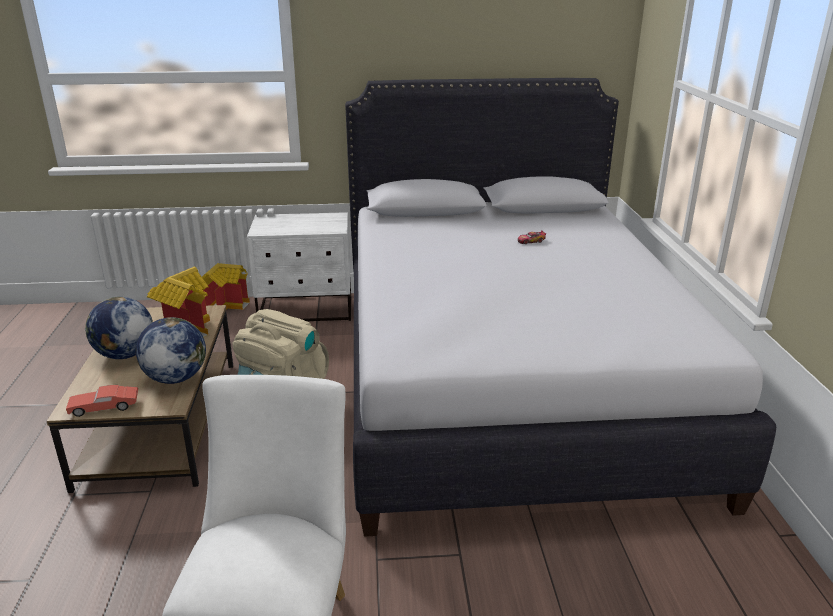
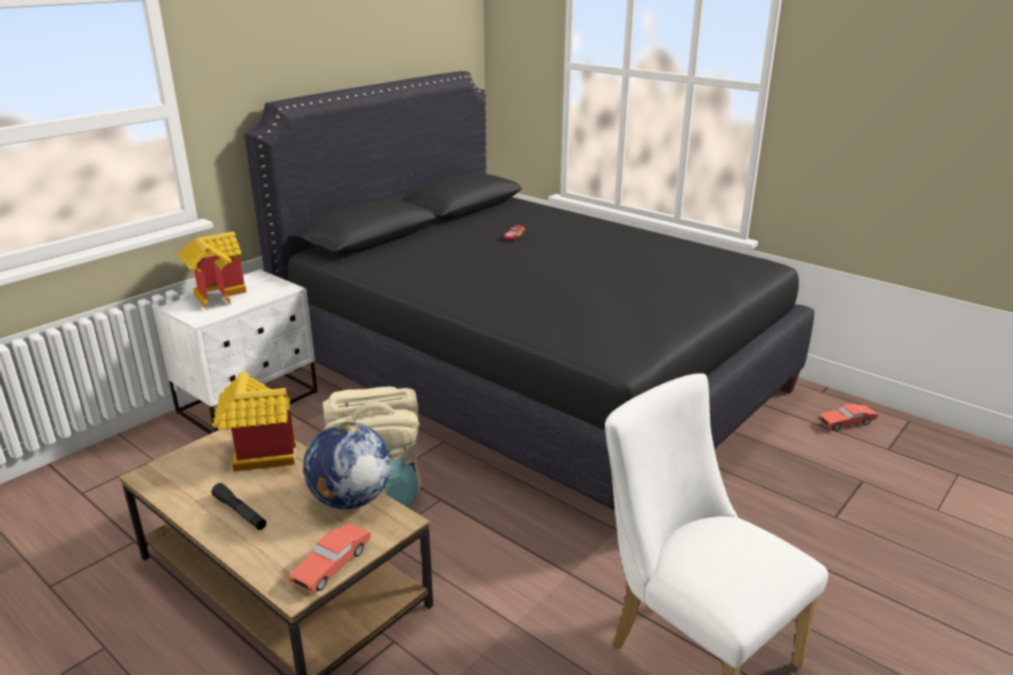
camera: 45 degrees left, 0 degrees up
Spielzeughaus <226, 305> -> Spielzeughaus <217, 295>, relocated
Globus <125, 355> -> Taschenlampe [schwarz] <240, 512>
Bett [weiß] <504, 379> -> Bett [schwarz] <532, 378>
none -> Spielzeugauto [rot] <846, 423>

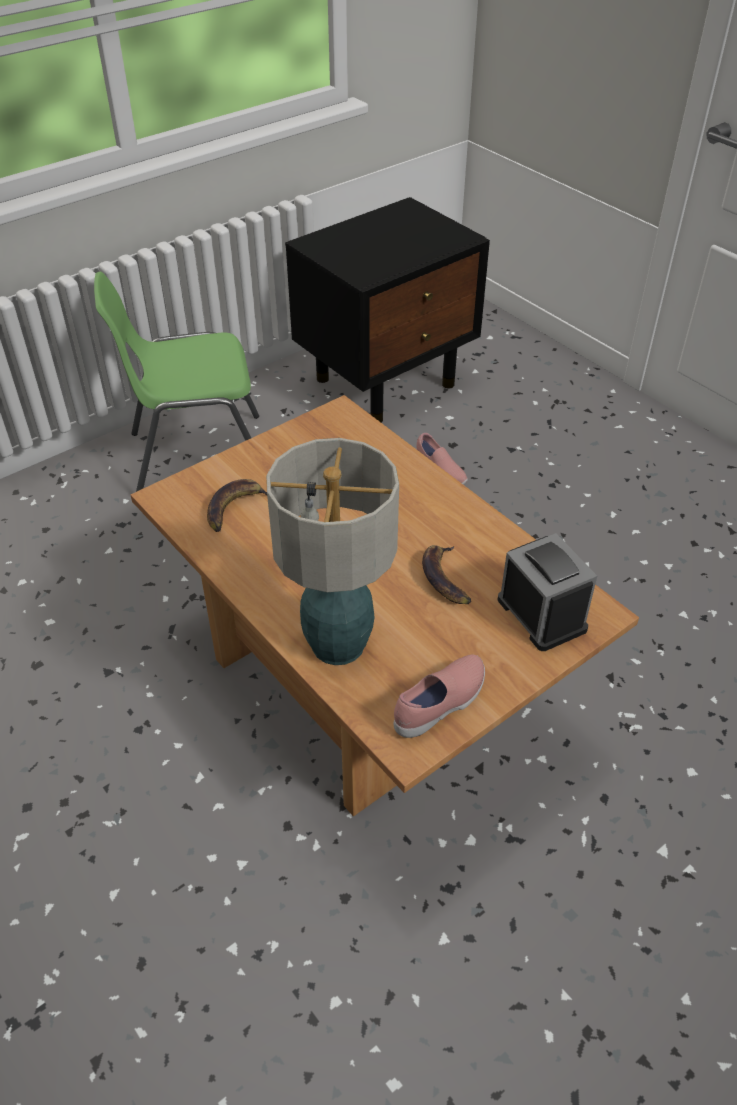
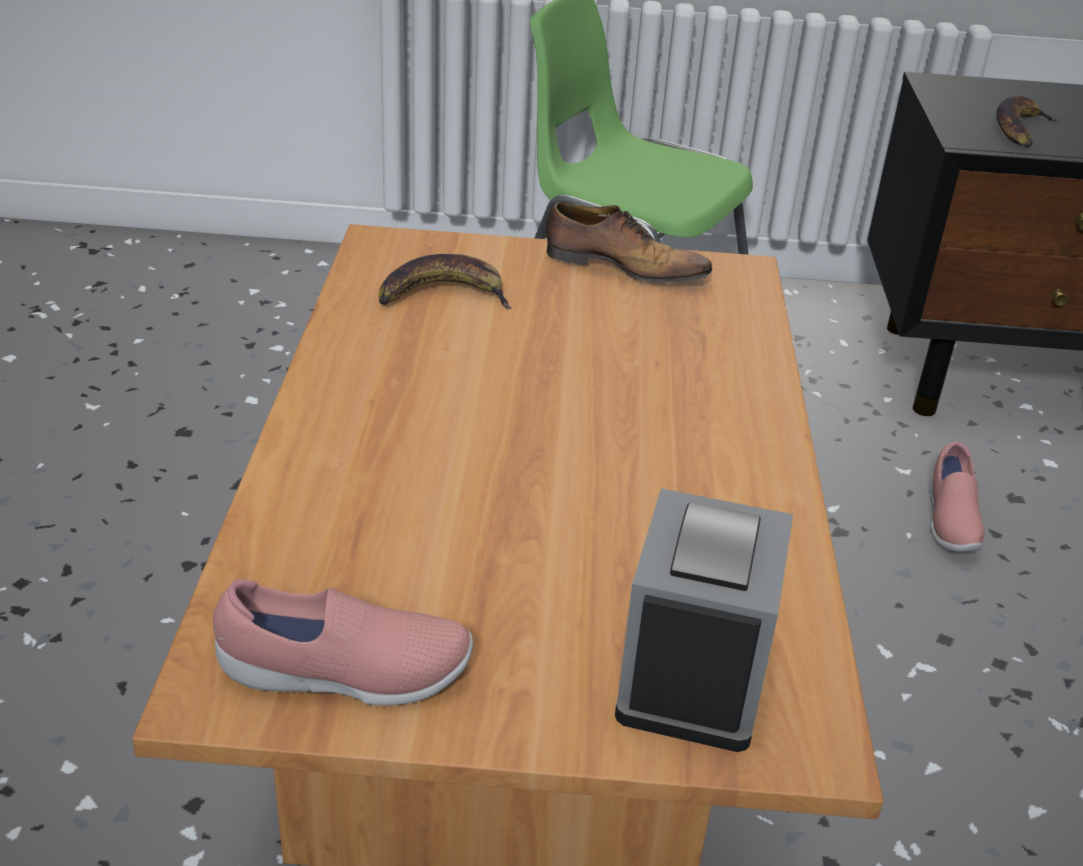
camera: 40 degrees right, 10 degrees down
none -> Schuh <622, 267>
Banane <444, 578> -> Banane <1020, 130>, relocated
Tischlampe <337, 645> -> none

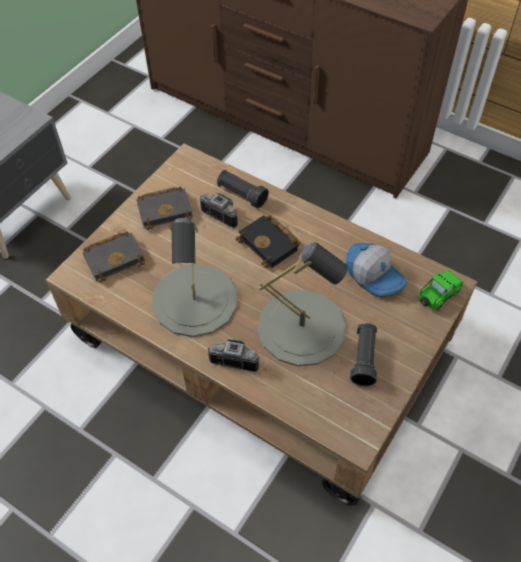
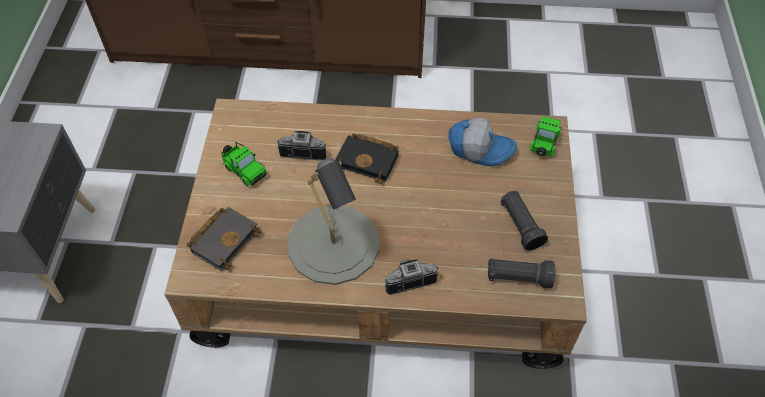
camera: 30 degrees left, 0 degrees up
Buch [schwarz] <166, 209> -> Spielzeugauto <244, 170>
Taschenlampe [schwarz] <241, 194> -> Taschenlampe [schwarz] <518, 278>, relocated
Tischlampe [grau] <302, 327> -> none

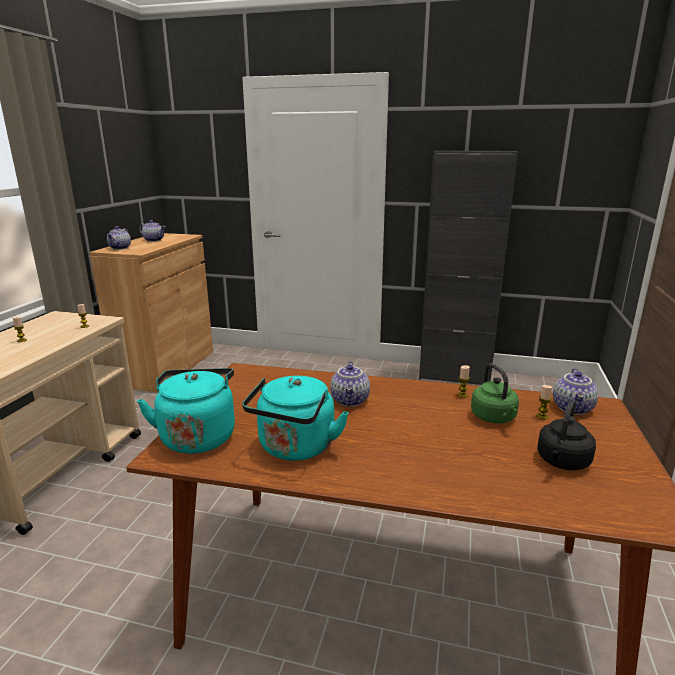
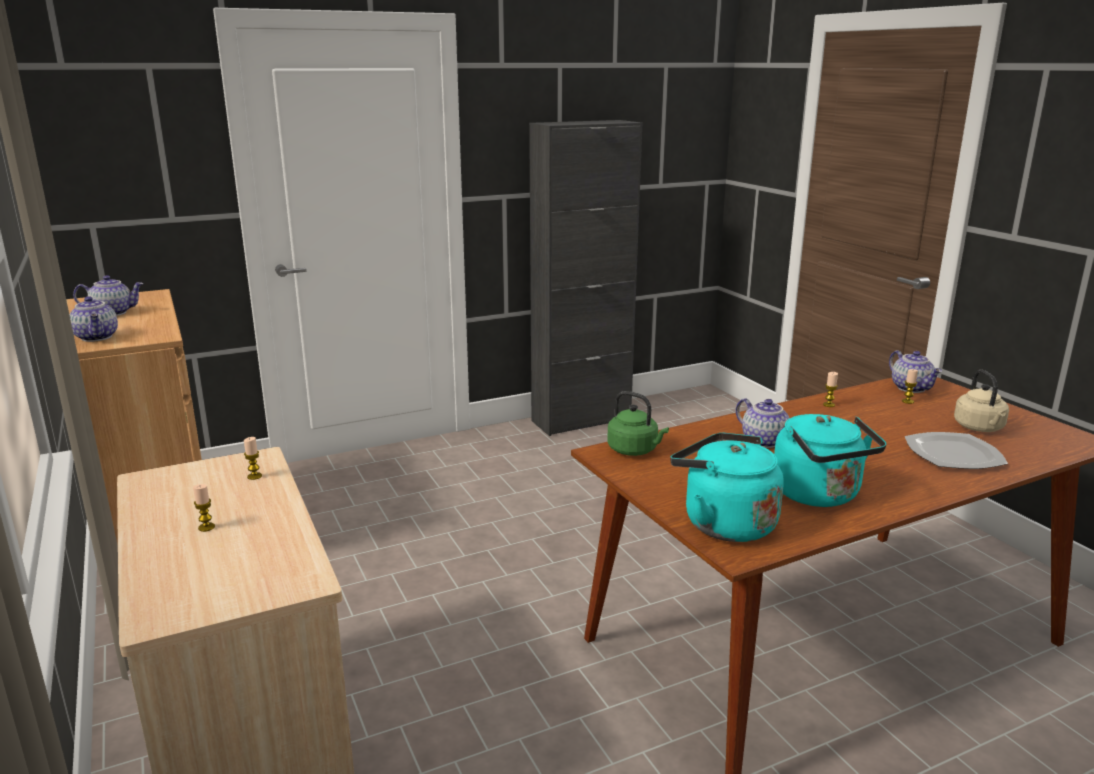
camera: 40 degrees left, 0 degrees up
Wasserkessel [grün] <494, 418> -> Wasserkessel [grün] <635, 450>, relocated
none -> Teller <954, 454>
Wasserkessel [schwarz] <562, 462> -> Wasserkessel [beige] <980, 428>

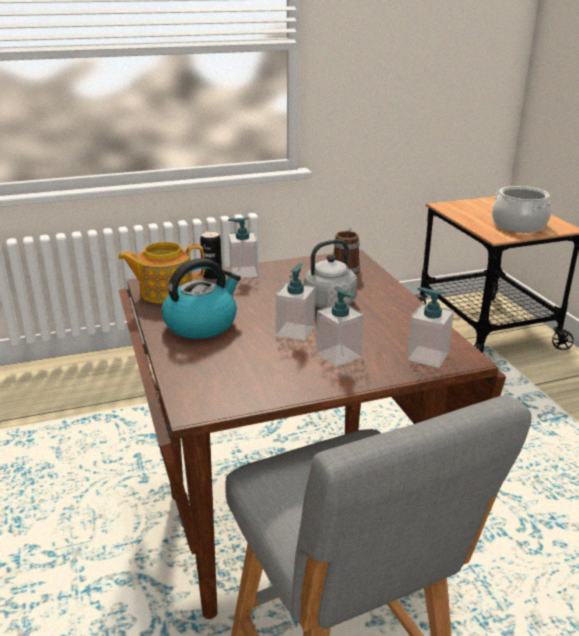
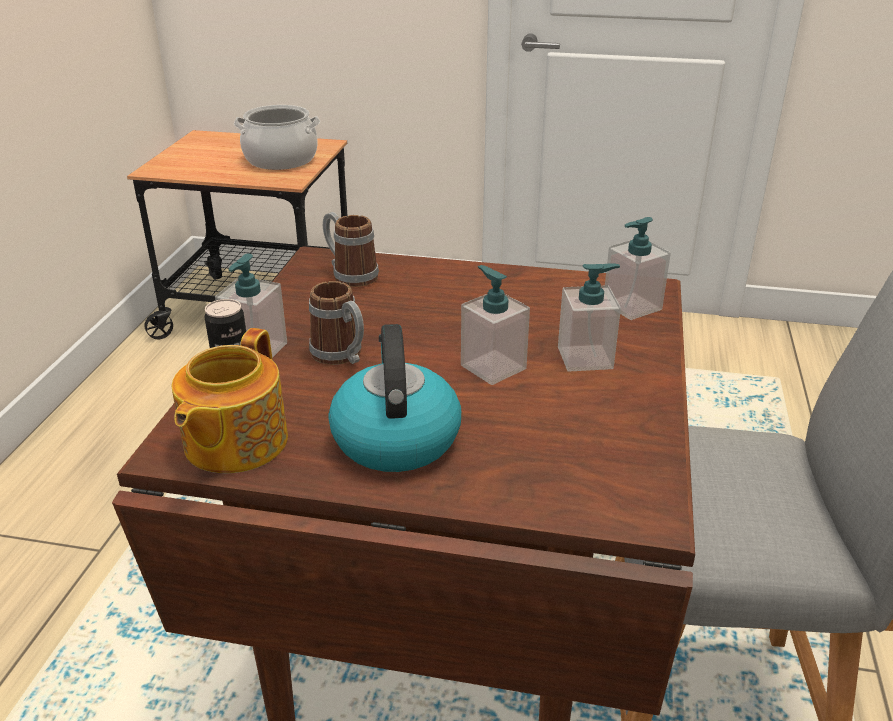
camera: 60 degrees left, 5 degrees up
none -> Henkelbecher <342, 356>
Wasserkessel [grau] <326, 303> -> none

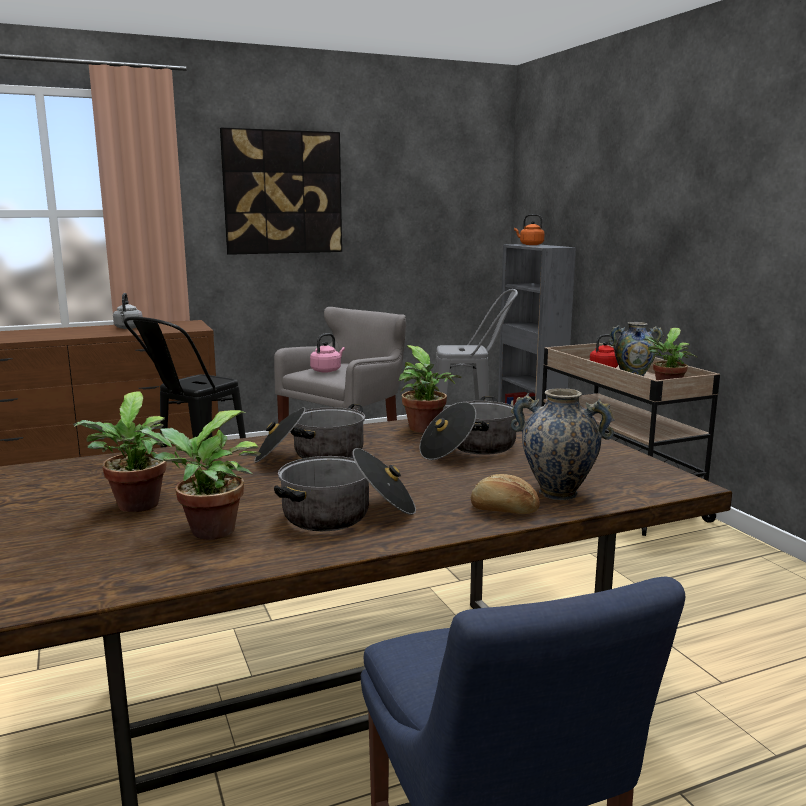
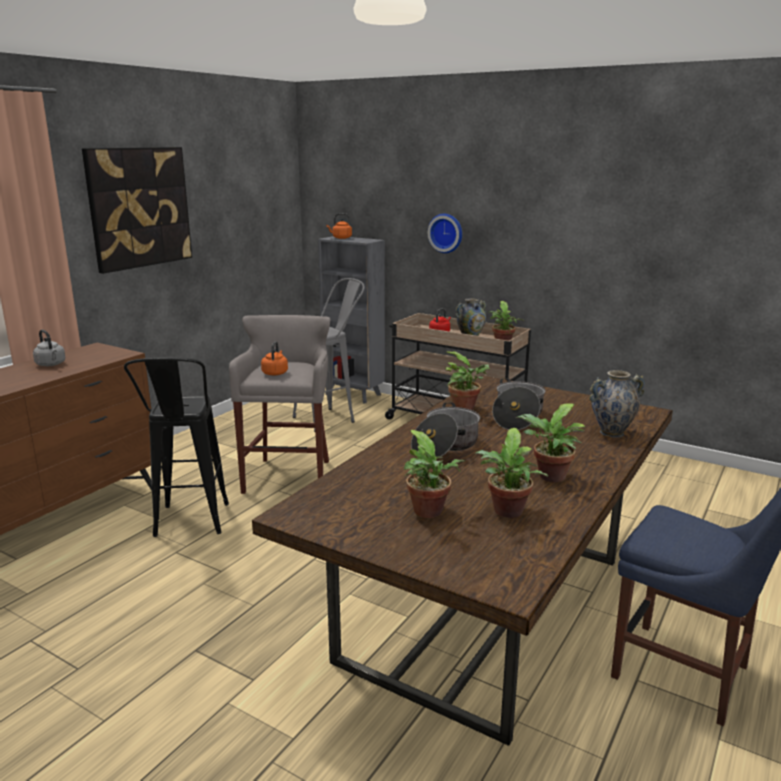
camera: 35 degrees left, 5 degrees up
Wasserkessel [rosa] <327, 370> -> Wasserkessel [orange] <275, 373>
none -> Wanduhr <446, 233>
Kochtopf <347, 514> -> Topfpflanze <549, 477>
Brot <504, 511> -> none

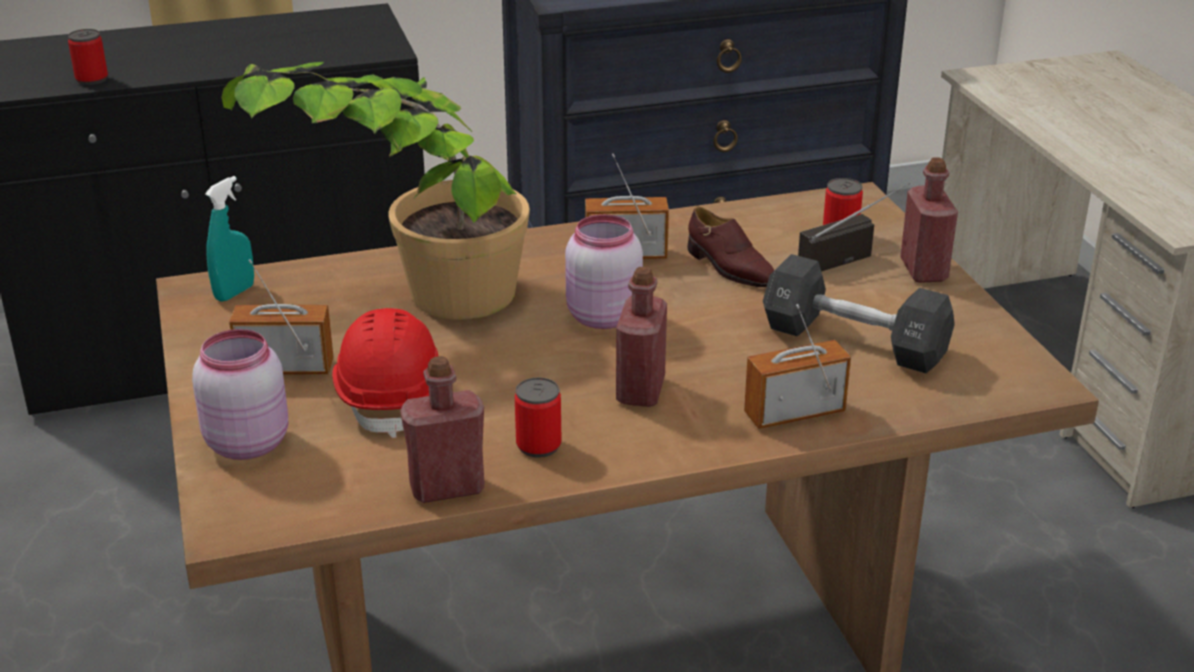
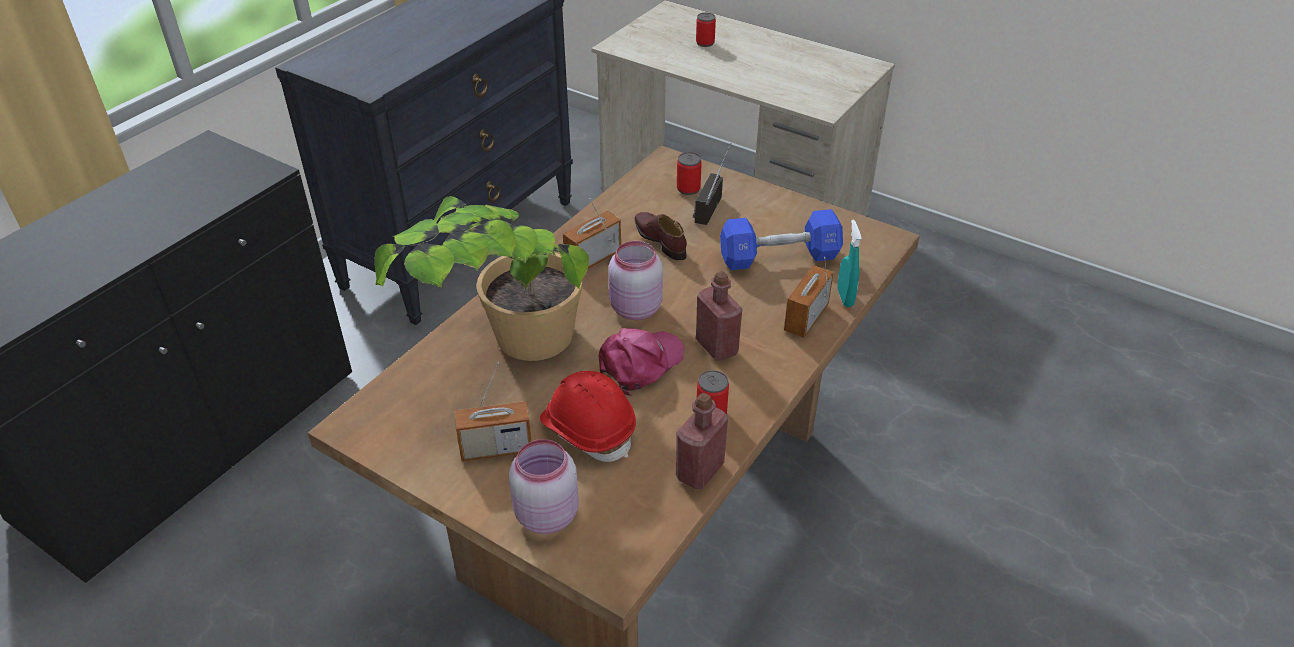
camera: 40 degrees left, 10 degrees up
Radio <286, 368> -> Radio <496, 448>, 150 degrees counterclockwise
none -> Kappe [rosa] <639, 364>
Schuh [braun] <729, 268> -> Schuh [braun] <660, 240>, 135 degrees counterclockwise
Dose <92, 79> -> Dose <705, 43>, relocated
Hantel [schwarz] <854, 341> -> Hantel [blau] <779, 257>
Sprühflasche [türkis] <234, 293> -> Sprühflasche [türkis] <845, 297>, relocated
Flasche [rot] <923, 270> -> none

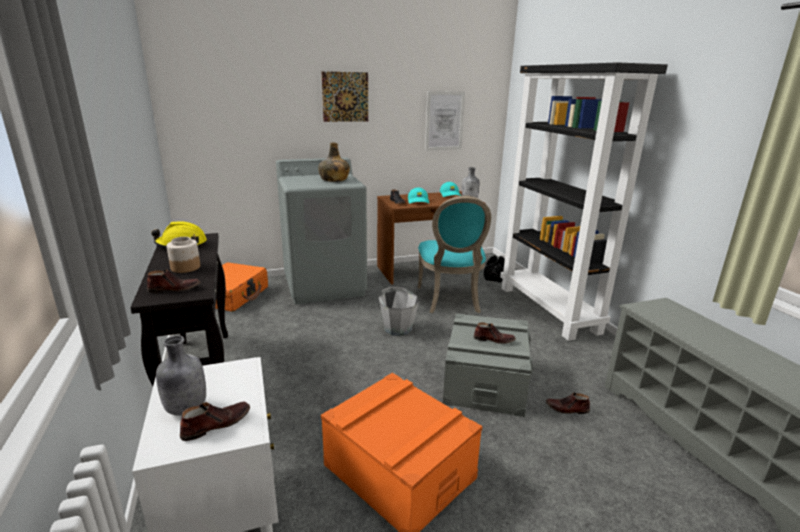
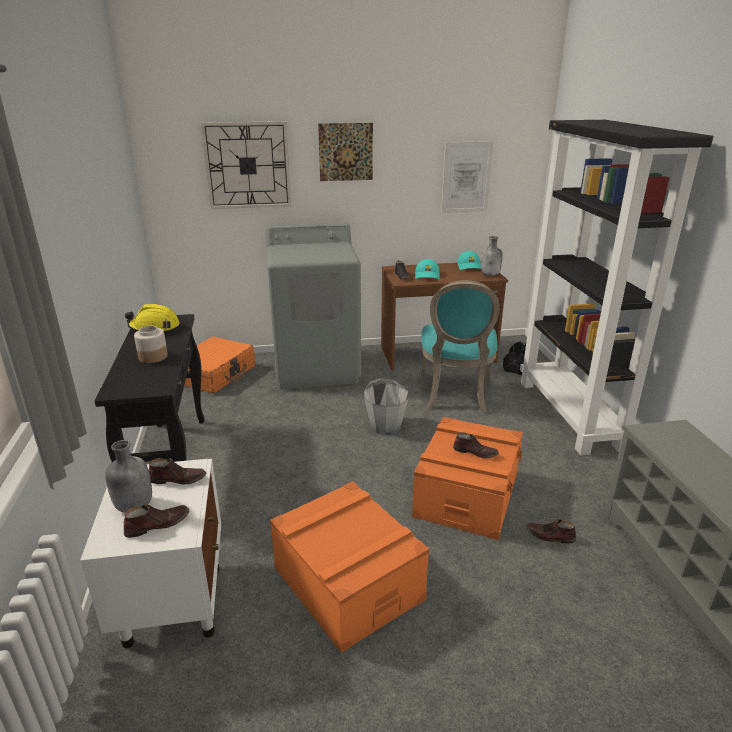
camera: 10 degrees right, 5 degrees up
Schuh [braun] <174, 289> -> Schuh [braun] <178, 479>, relocated
none -> Wanduhr <247, 165>
Aufbewahrungsbox [grau] <485, 381> -> Aufbewahrungsbox [orange] <466, 495>
Flasche [grün] <334, 180> -> none

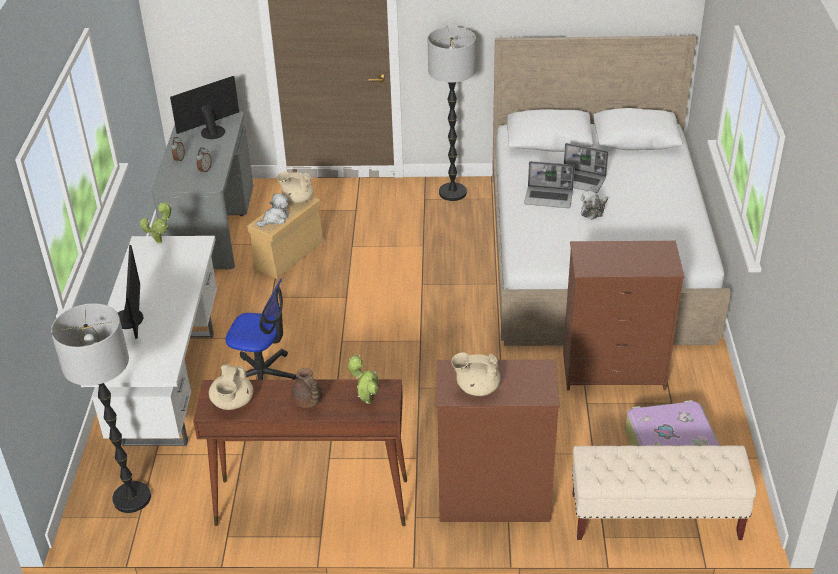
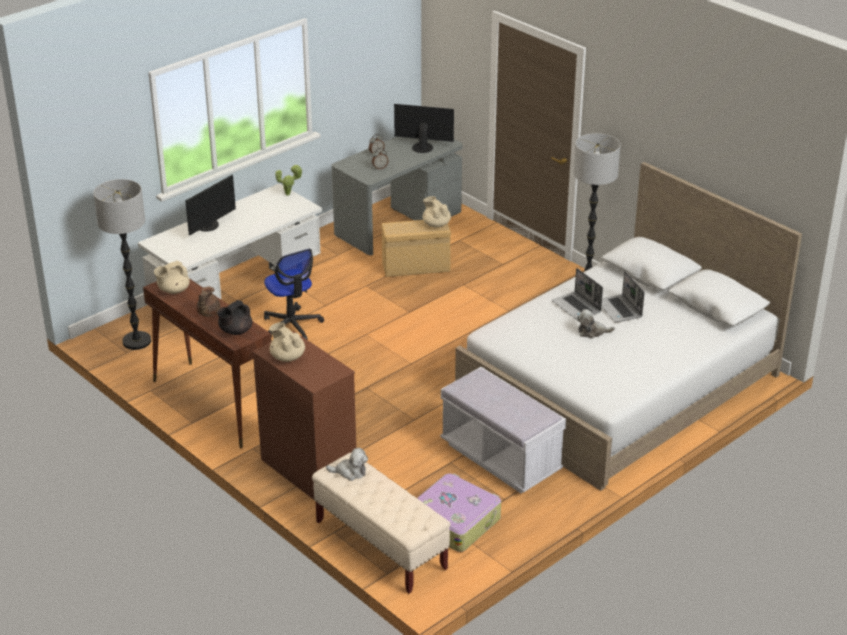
camera: 45 degrees right, 5 degrees down
Topfpflanze <366, 400> -> Teekanne [schwarz] <235, 331>
Plüschtier <275, 219> -> Plüschtier <350, 472>, relocated
Kommode [braun] <614, 371> -> Bank [weiß] <500, 458>

